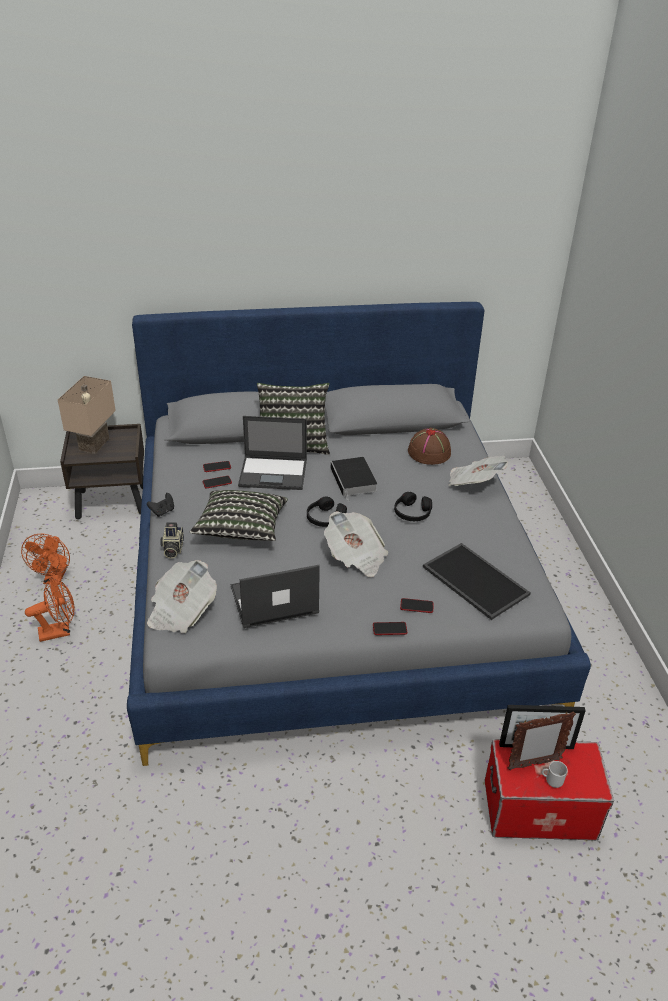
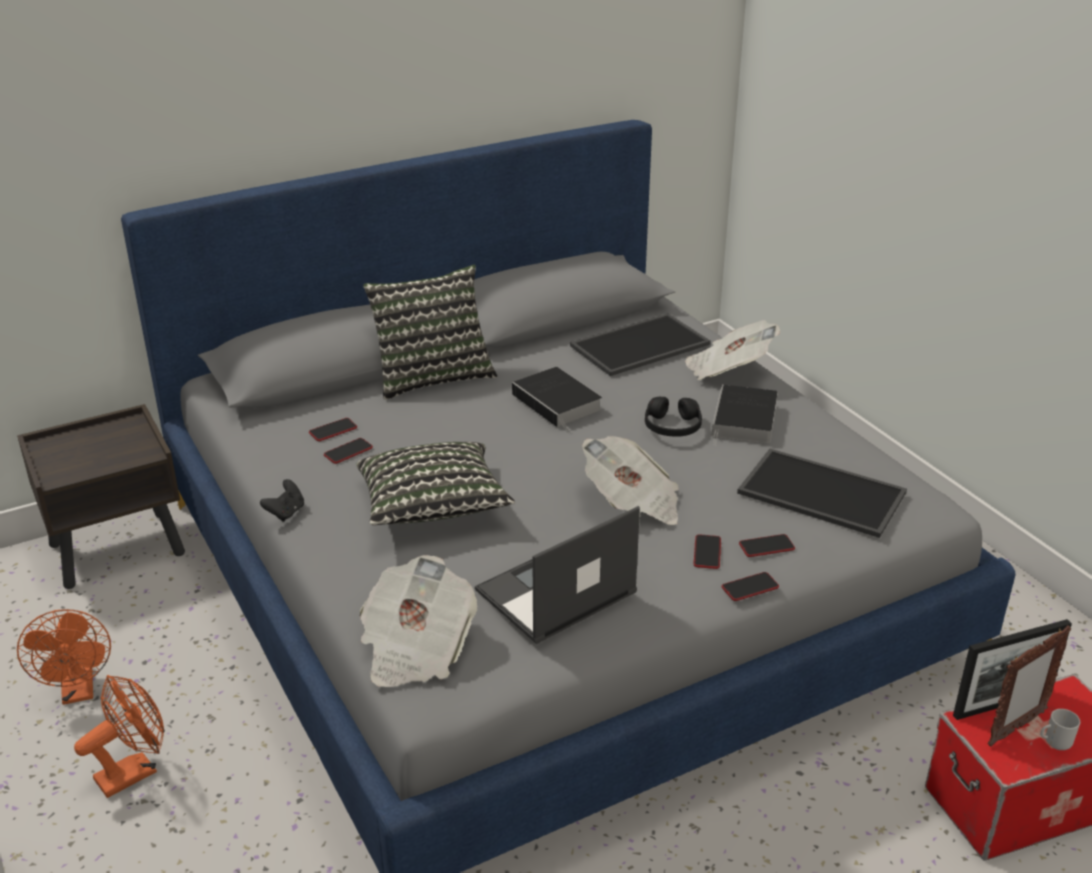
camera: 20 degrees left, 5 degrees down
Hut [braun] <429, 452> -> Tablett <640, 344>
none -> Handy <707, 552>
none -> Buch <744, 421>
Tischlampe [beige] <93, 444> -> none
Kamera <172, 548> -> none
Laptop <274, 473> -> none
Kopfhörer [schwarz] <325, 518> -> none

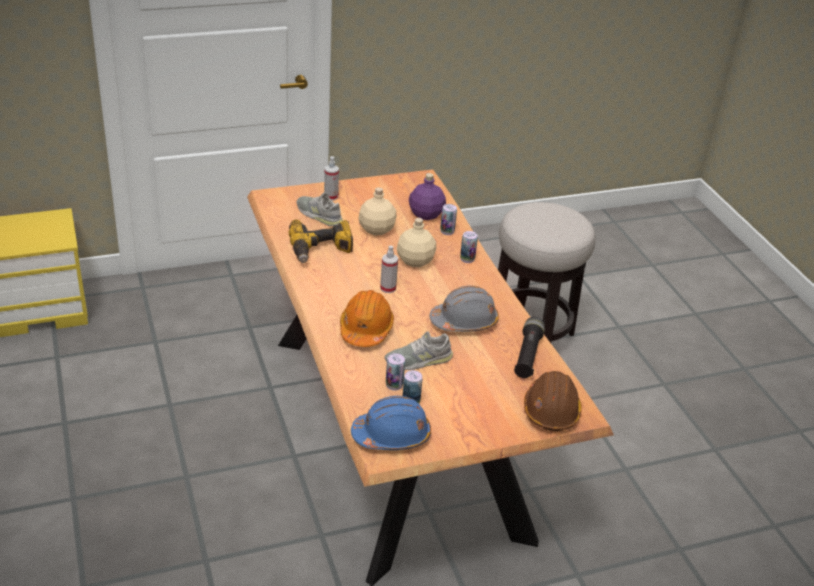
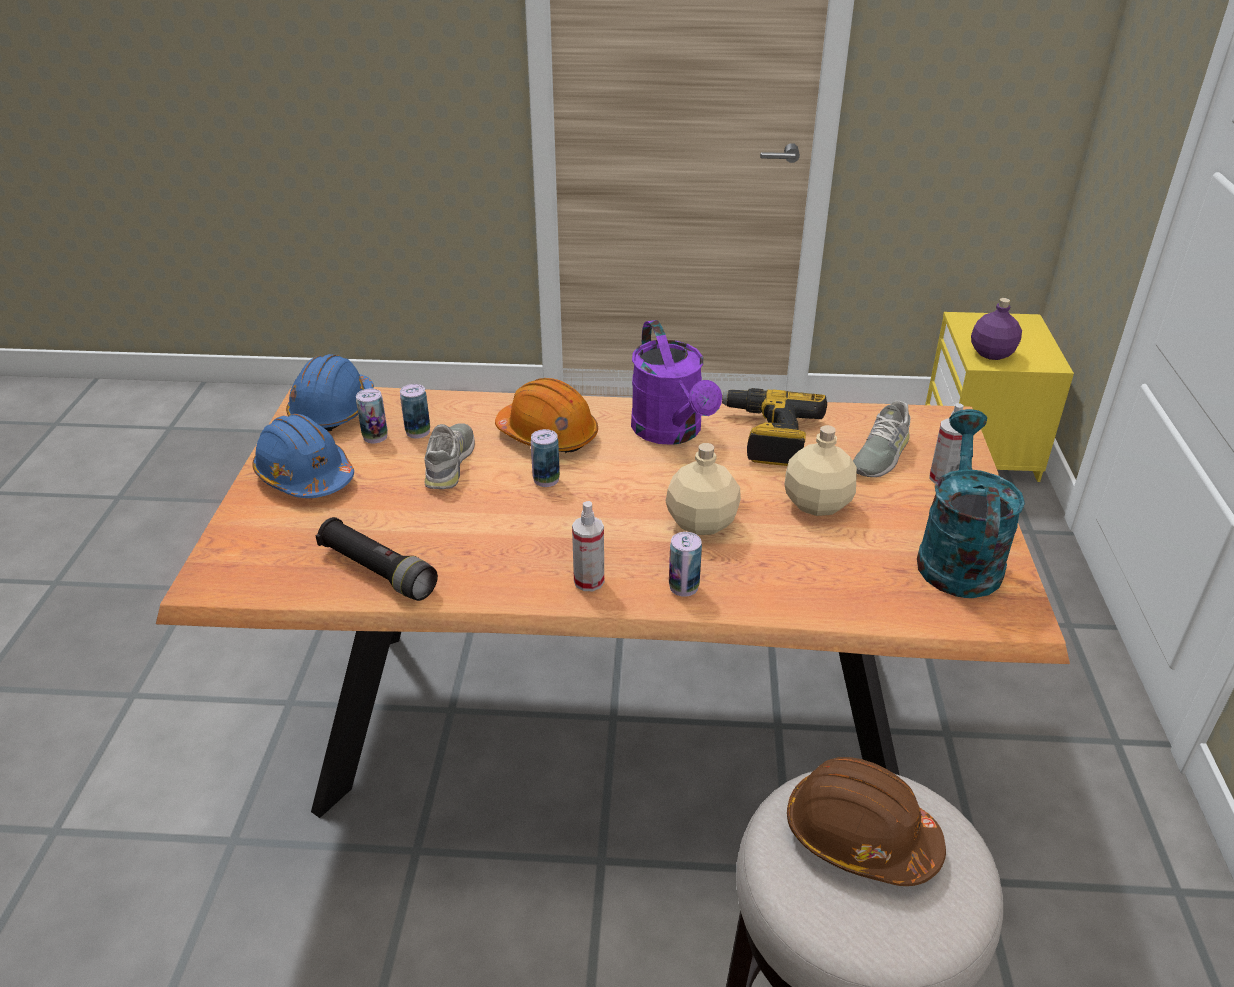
camera: 115 degrees right, 0 degrees up
none -> Schutzhelm [blau] <305, 476>
Dose <447, 231> -> Dose <546, 479>, relocated
Sprühflasche <388, 288> -> Sprühflasche <589, 581>, relocated
none -> Gießkanne [lila] <672, 432>
Schutzhelm [braun] <551, 410> -> Schutzhelm [braun] <860, 836>, relocated
Schuh [grau] <319, 215> -> Schuh [grau] <879, 454>, 150 degrees clockwise
none -> Gießkanne [türkis] <956, 555>
Flasche [lila] <426, 215> -> Flasche [lila] <991, 353>, relocated
Schutzhelm [grau] <464, 321> -> none

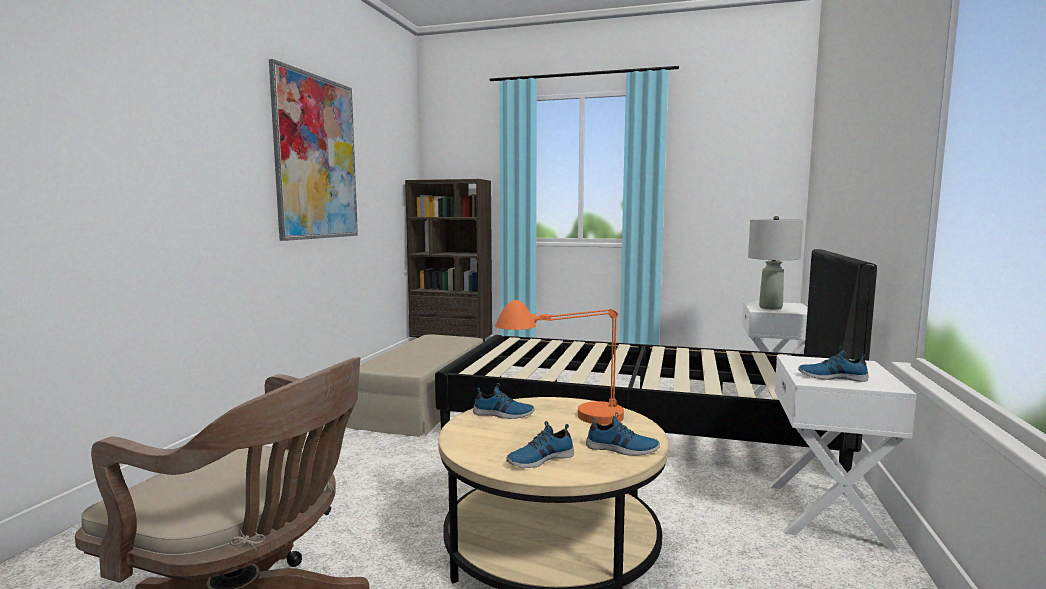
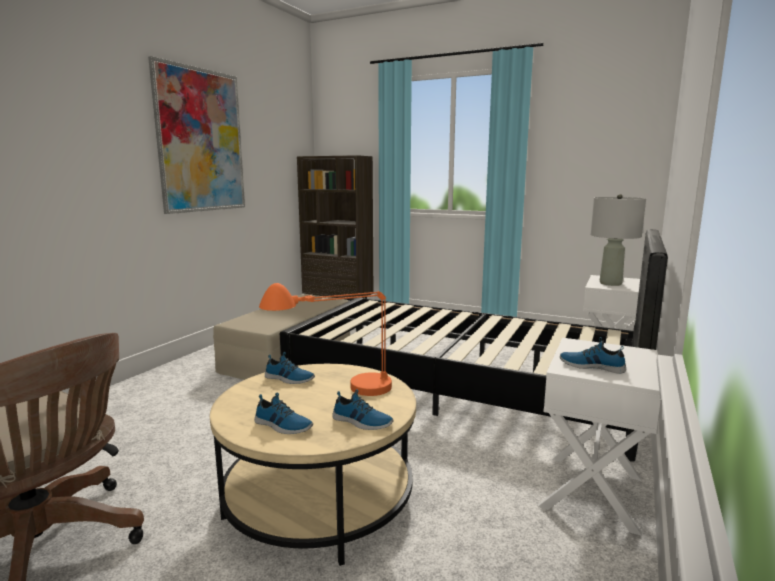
camera: 10 degrees right, 5 degrees up
Schuh <540, 459> -> Schuh <282, 426>, 135 degrees counterclockwise

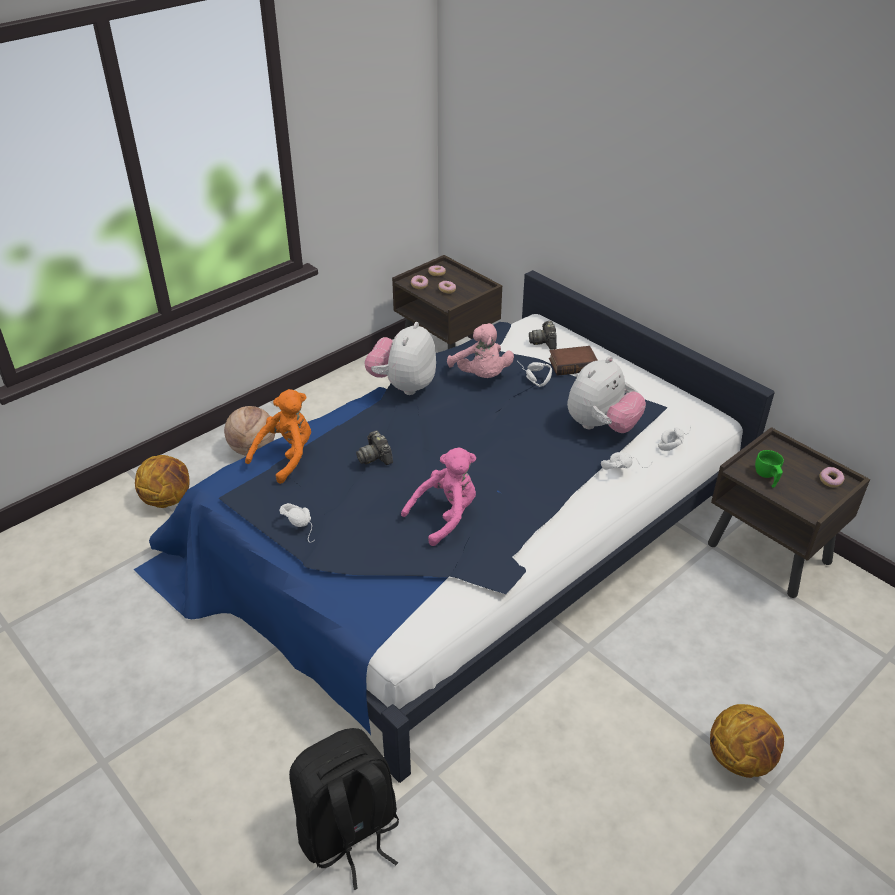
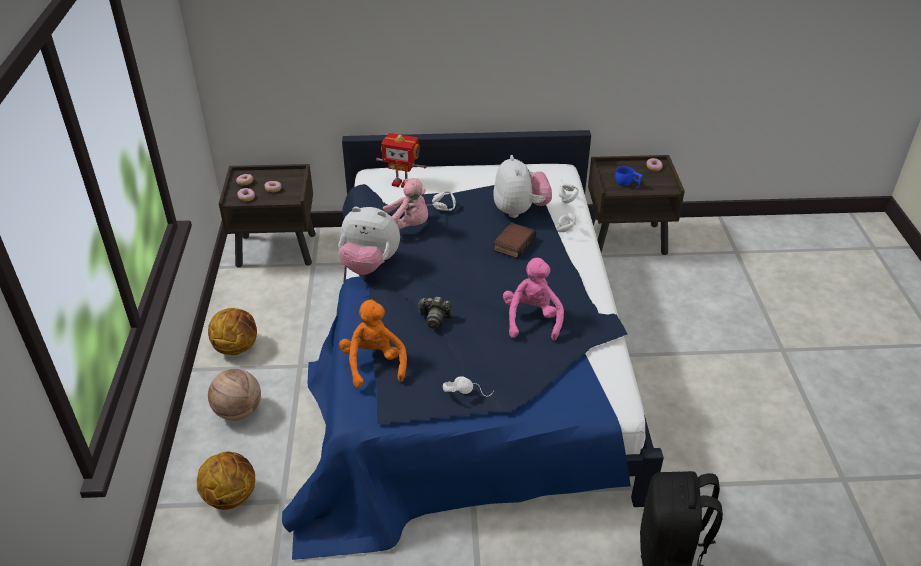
camera: 50 degrees left, 0 degrees up
Basketball <741, 759> -> Basketball <237, 347>, relocated
Plüschtier <403, 385> -> Plüschtier <369, 265>, 45 degrees counterclockwise
Kamera <544, 342> -> Spielzeugroboter <402, 183>
Buch <573, 364> -> Buch <513, 243>, relocated
Tasse [grün] <767, 477> -> Tasse [blau] <627, 184>

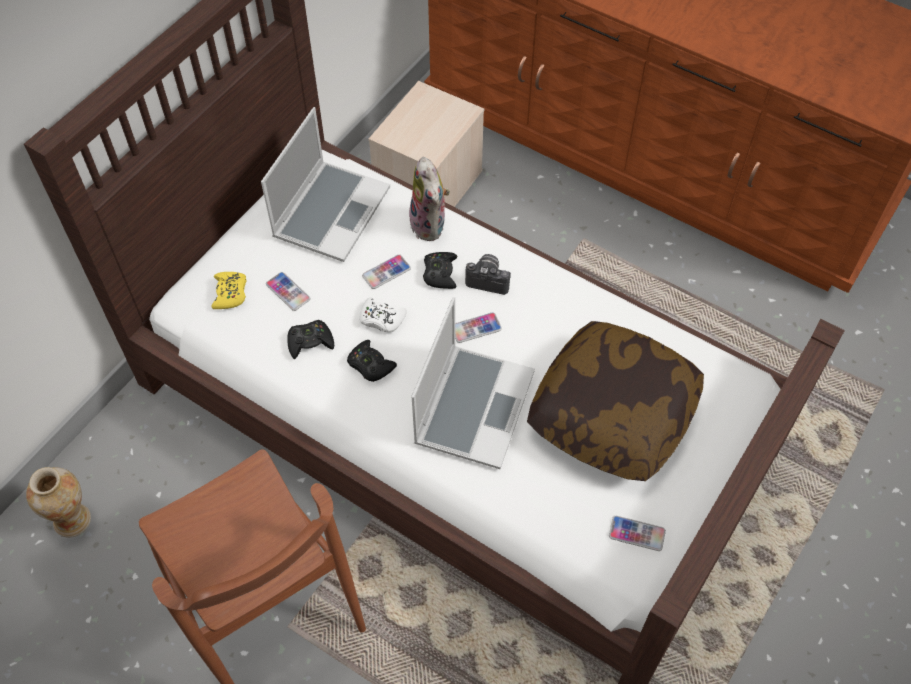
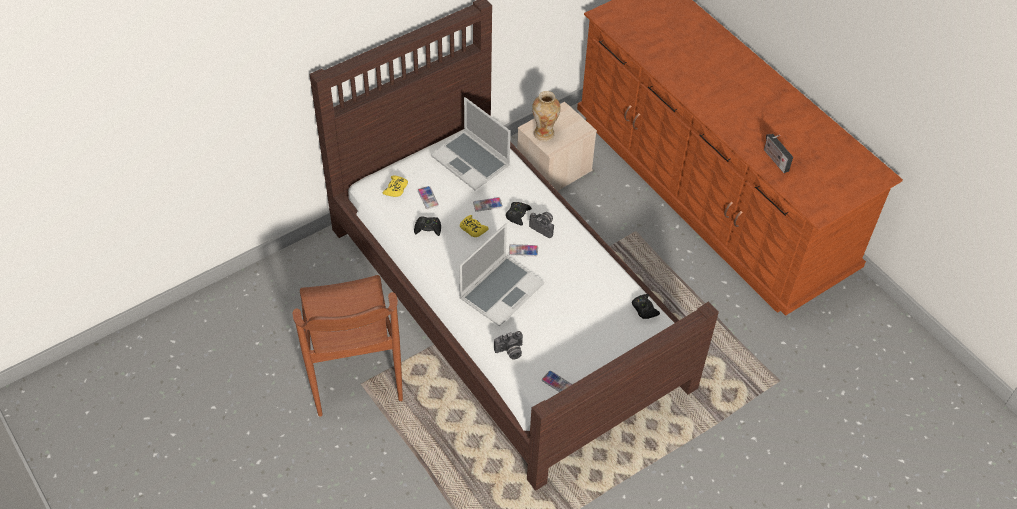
camera: 20 degrees right, 5 degrees down
Laptop <331, 211> -> Laptop <472, 161>, 90 degrees clockwise
Gamepad [weiß] <381, 319> -> Gamepad [gelb] <473, 229>
none -> Kamera <510, 352>
Vase <73, 520> -> Vase <544, 134>, relocated
Gamepad [schwarz] <370, 365> -> Gamepad [schwarz] <644, 309>, relocated
none -> Radio <774, 159>
Plüschtier <431, 225> -> none
Kissen <612, 413> -> none

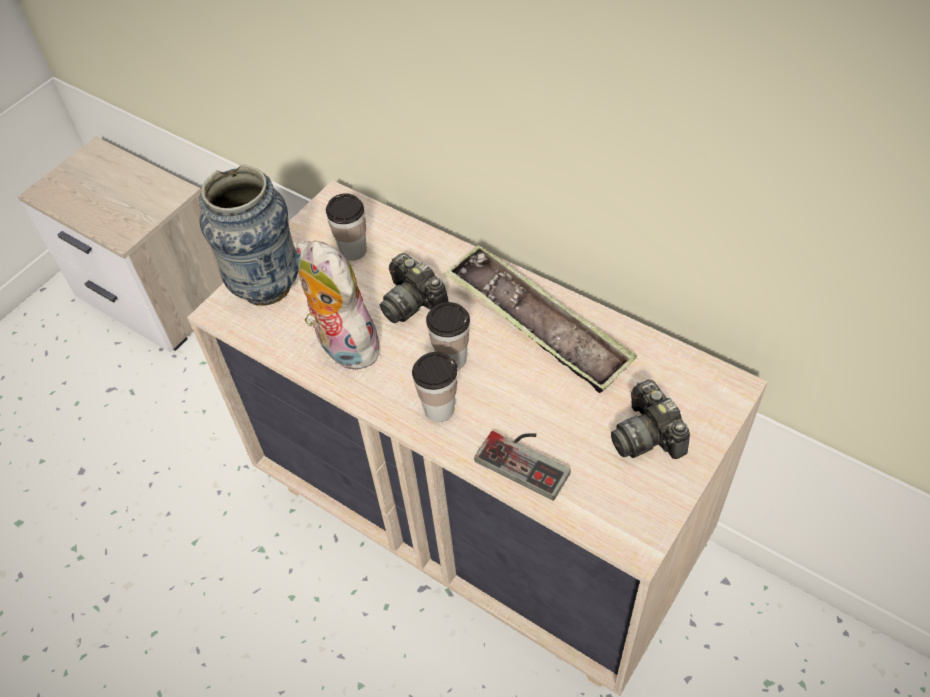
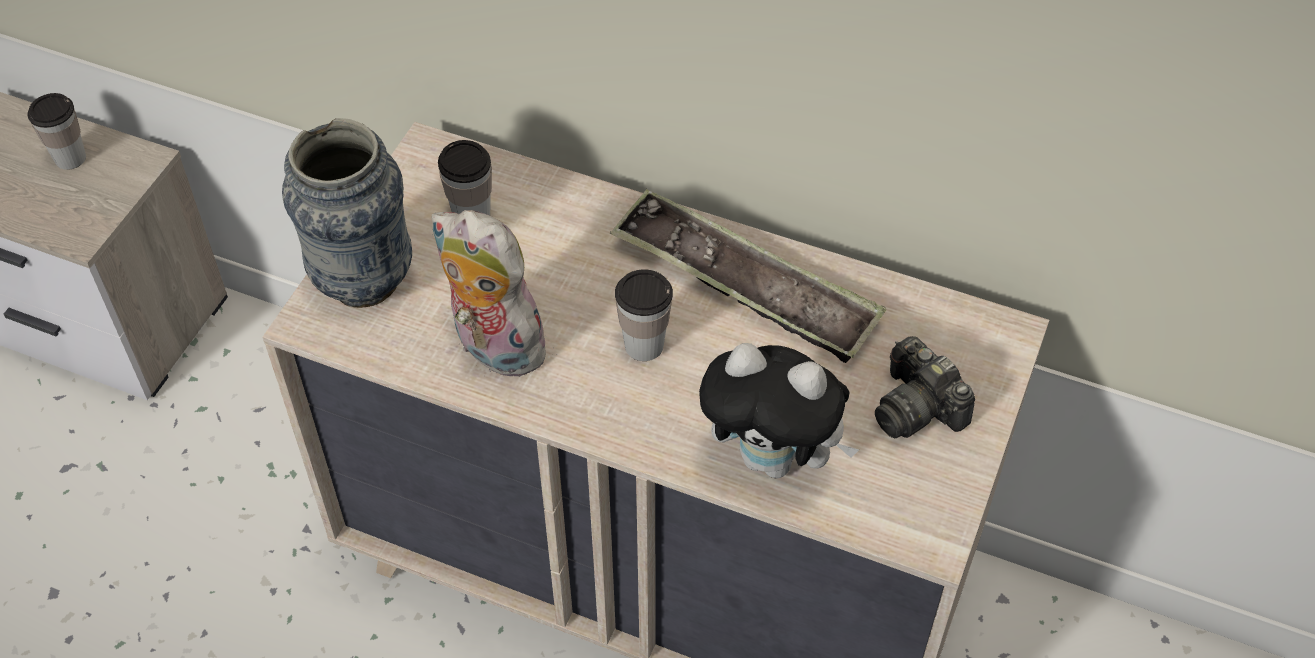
camera: 15 degrees left, 0 degrees up
Tasse <439, 409> -> Tasse <70, 158>, relocated
Gamepad <527, 458> -> Plüschtier <774, 458>
Kamera <412, 302> -> none

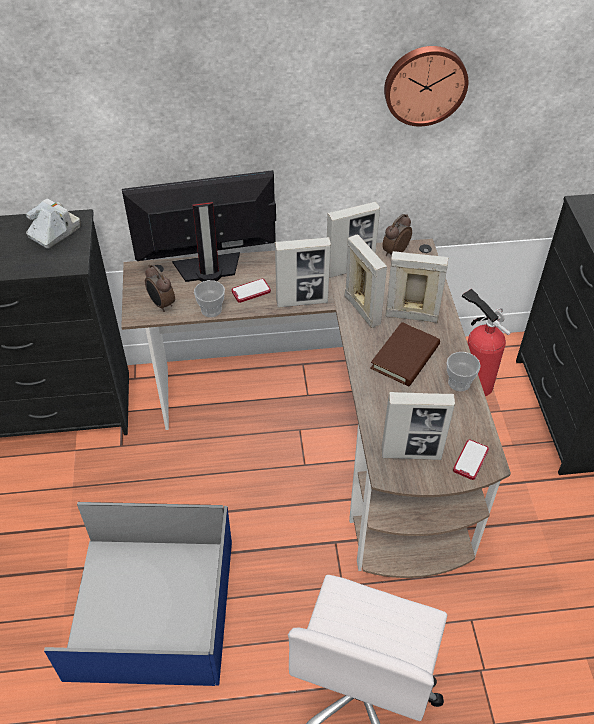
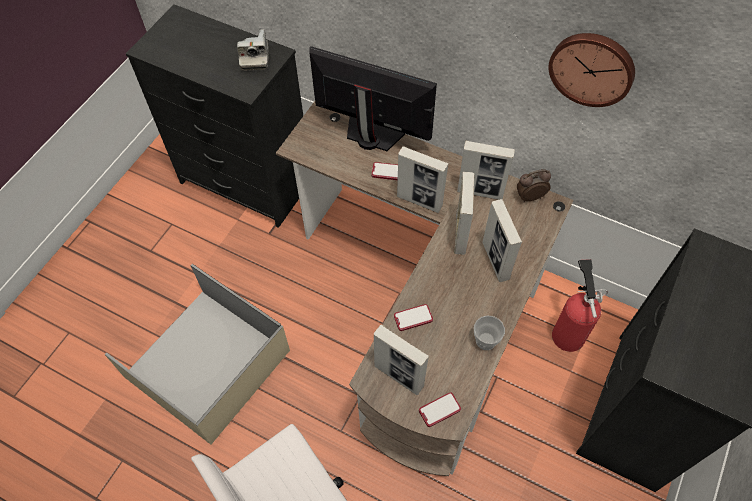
camera: 35 degrees right, 10 degrees up
Aufbewahrungsbox [blau] <151, 605> -> Aufbewahrungsbox [beige] <208, 361>
Kamera <54, 232> -> Kamera <255, 57>, 105 degrees clockwise
none -> Handy <413, 318>
Bilderrahmen <411, 316> -> Bilderrahmen <495, 261>, 150 degrees counterclockwise
Wecker <161, 304> -> none
Tasse <211, 310> -> none
Buch [braun] <405, 357> -> none

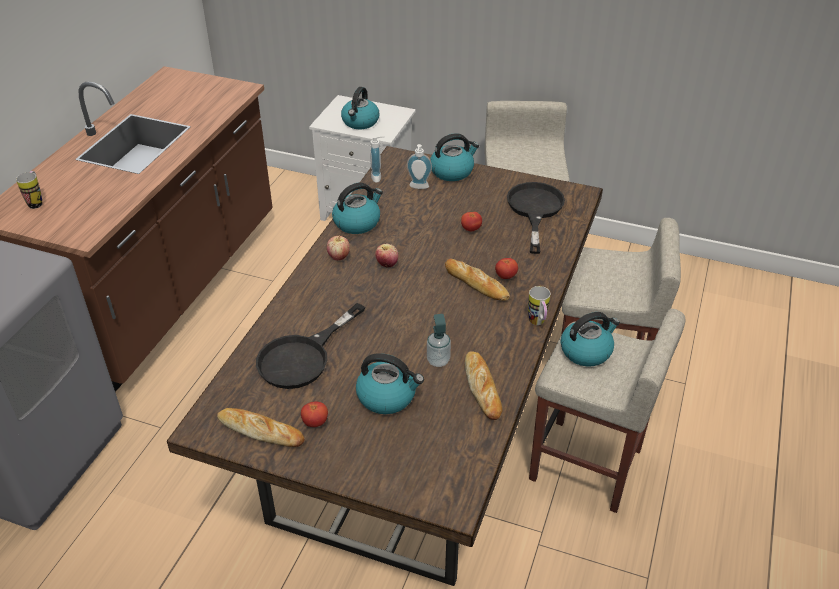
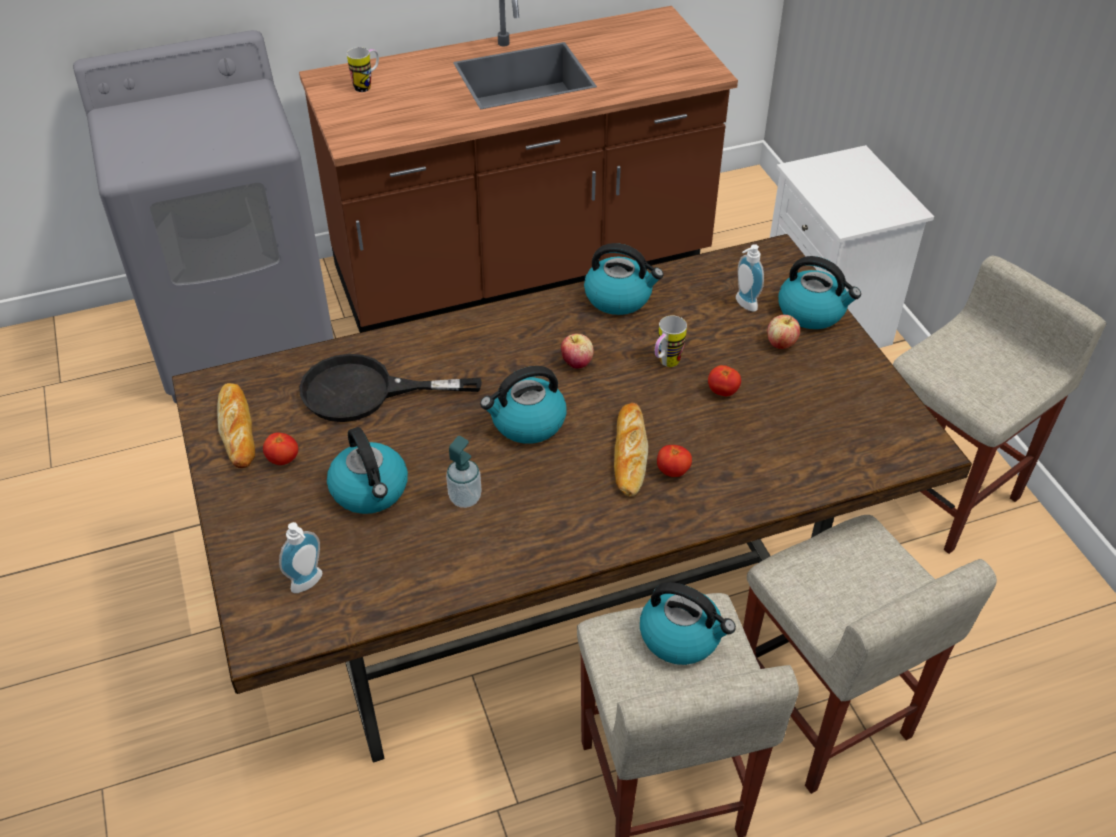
camera: 50 degrees right, 5 degrees up
Seifenspender <378, 177> -> Seifenspender <309, 584>, relocated
Wasserkessel <360, 122> -> Wasserkessel <527, 423>, relocated
Henkelbecher <538, 323> -> Henkelbecher <665, 364>, relocated
Apfel <339, 256> -> Apfel <781, 344>, relocated
Brot <482, 388> -> none
Pfanne [schwarz] <534, 210> -> none

